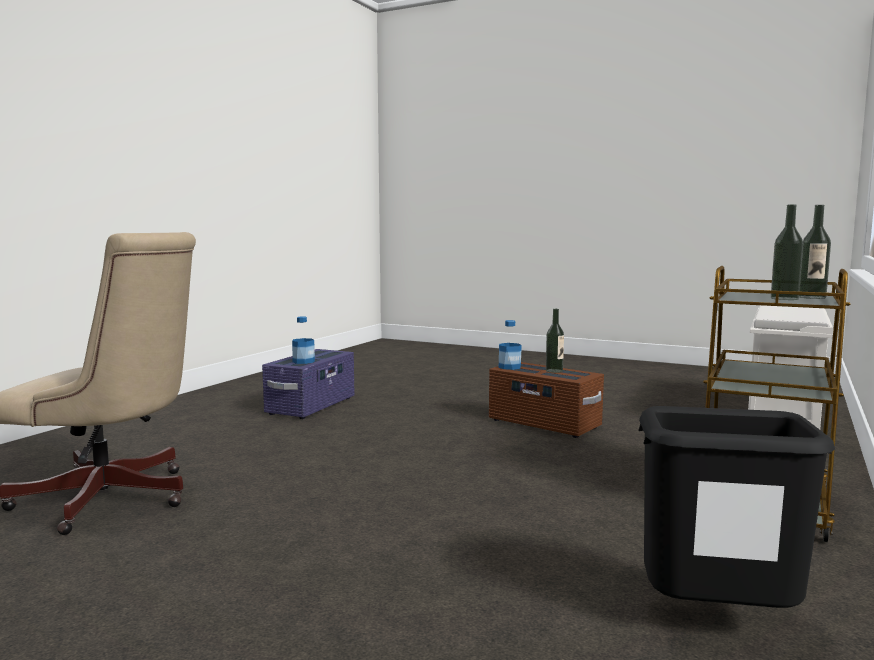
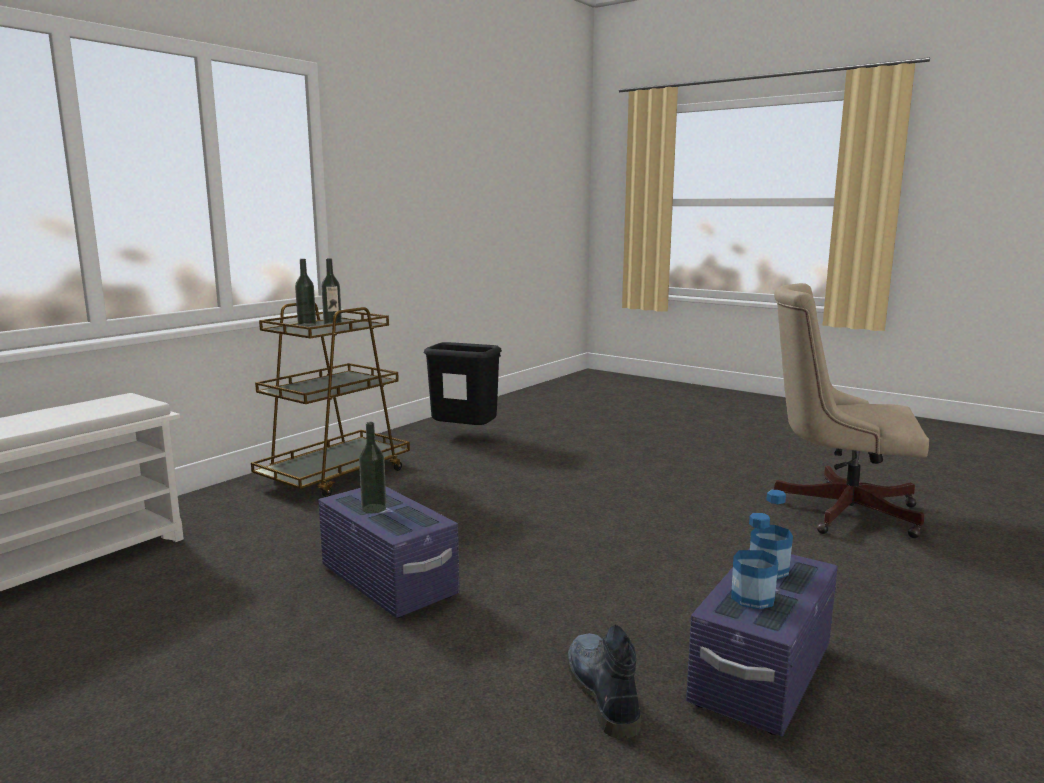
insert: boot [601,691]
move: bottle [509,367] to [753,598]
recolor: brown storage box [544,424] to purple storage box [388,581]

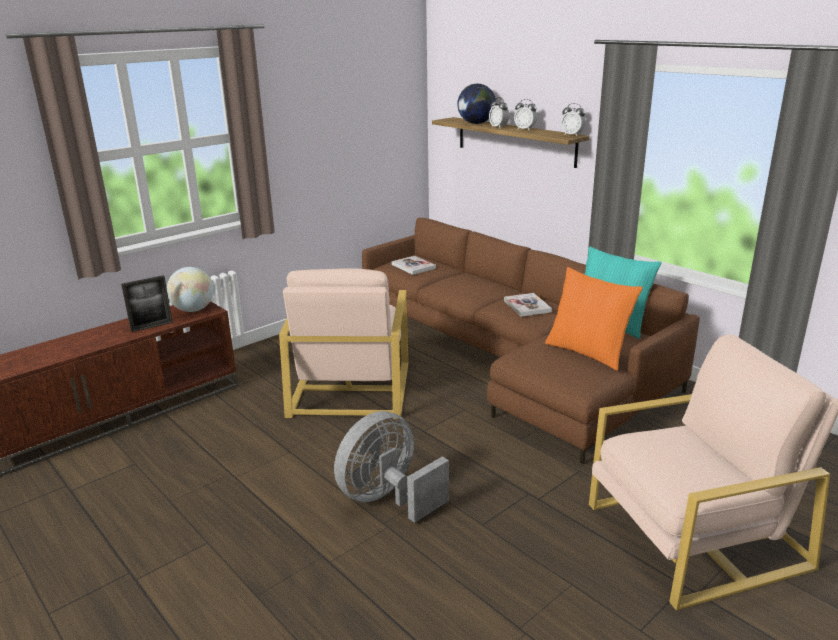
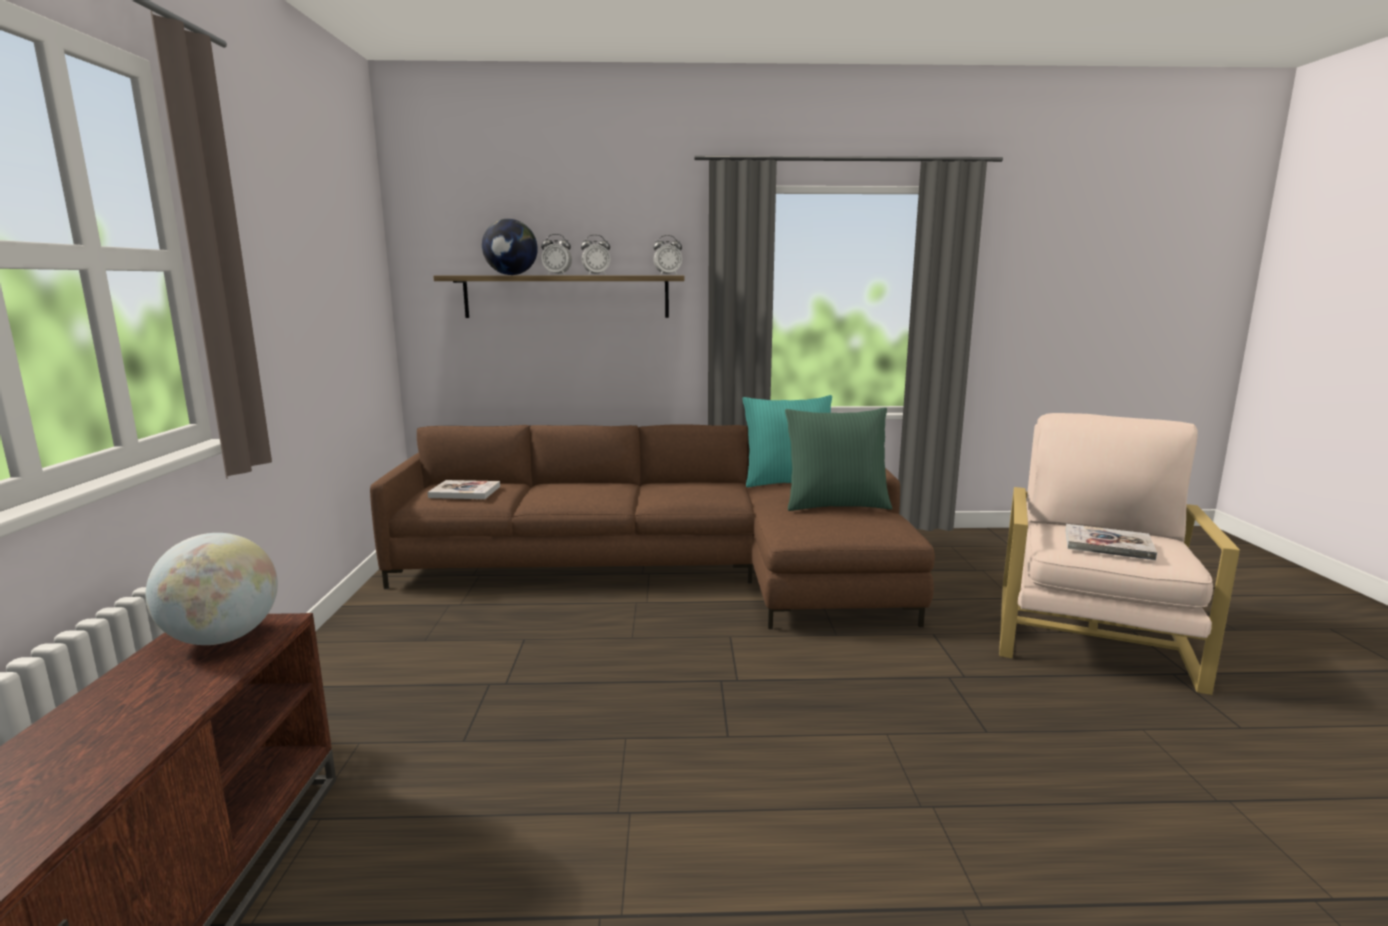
delete: picture frame [151,326]; beige armchair [350,387]; grey fan [388,499]
move: book [527,306] to [1108,544]
recolor: orange pillow [588,352] to green pillow [835,505]

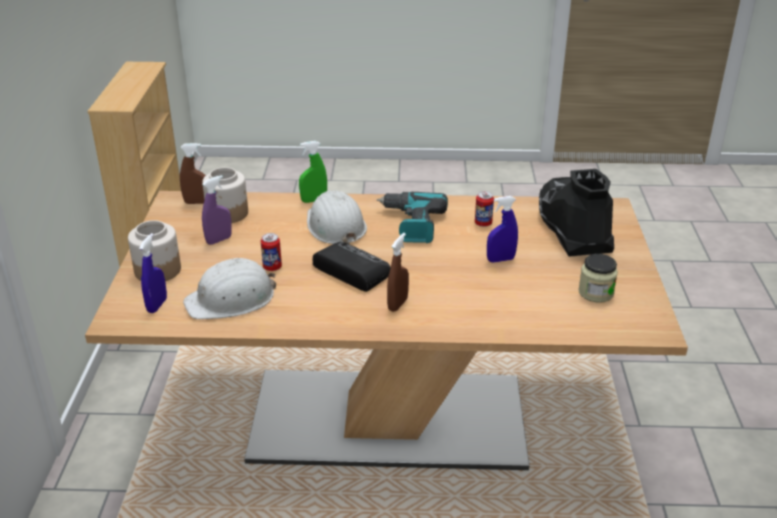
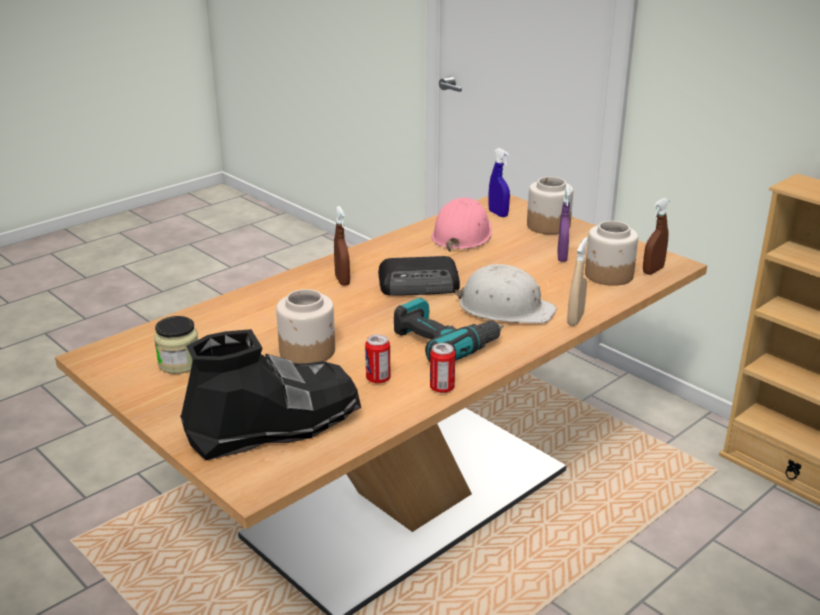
move: can [272,267] to [442,388]
replace: blue spray bottle [500,260] to jar [308,351]
recolor: white hard hat [231,299] to pink hard hat [462,234]; green spray bottle [314,200] to beige spray bottle [575,319]
rotate: black boot [572,227] = [274,424] 60 degrees counterclockwise

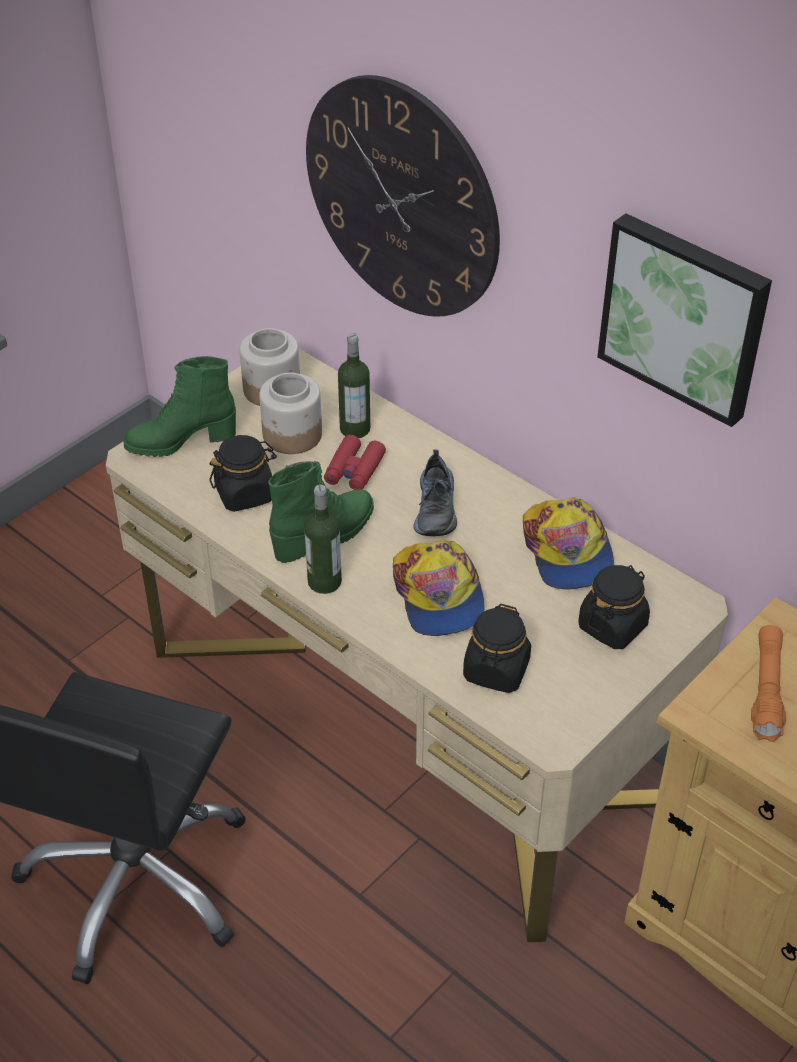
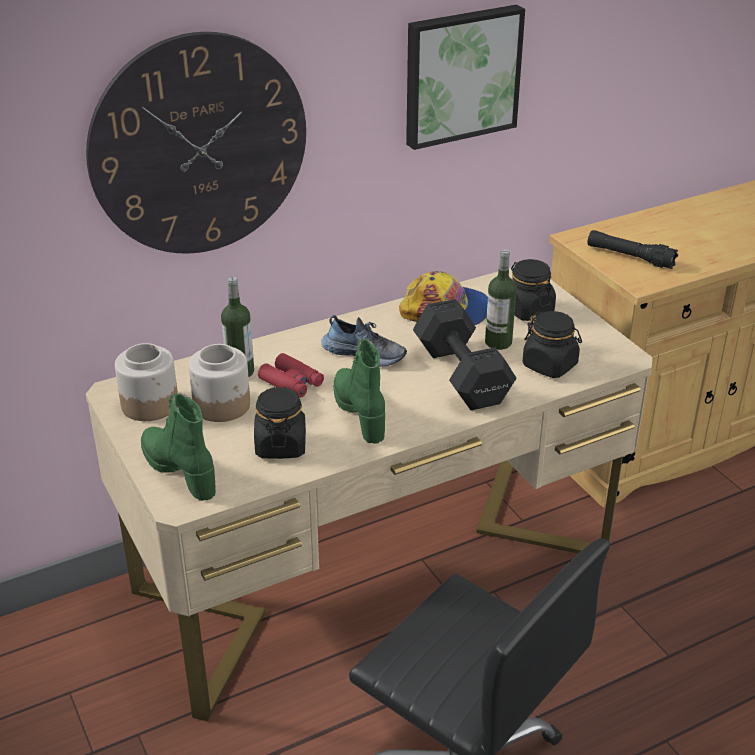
move: bottle [324,582] to [498,342]
replace: cap [438,596] to black dumbbell [461,373]
recolor: orange flashlight [766,690] to black flashlight [630,257]
rotate: green boot [181,441] = [180,470] 135 degrees clockwise

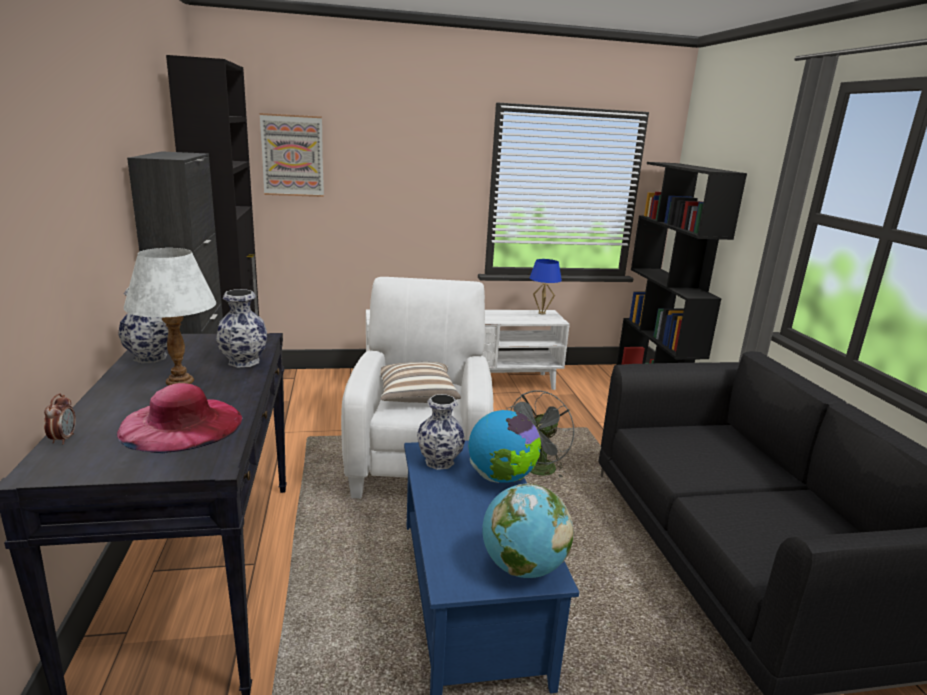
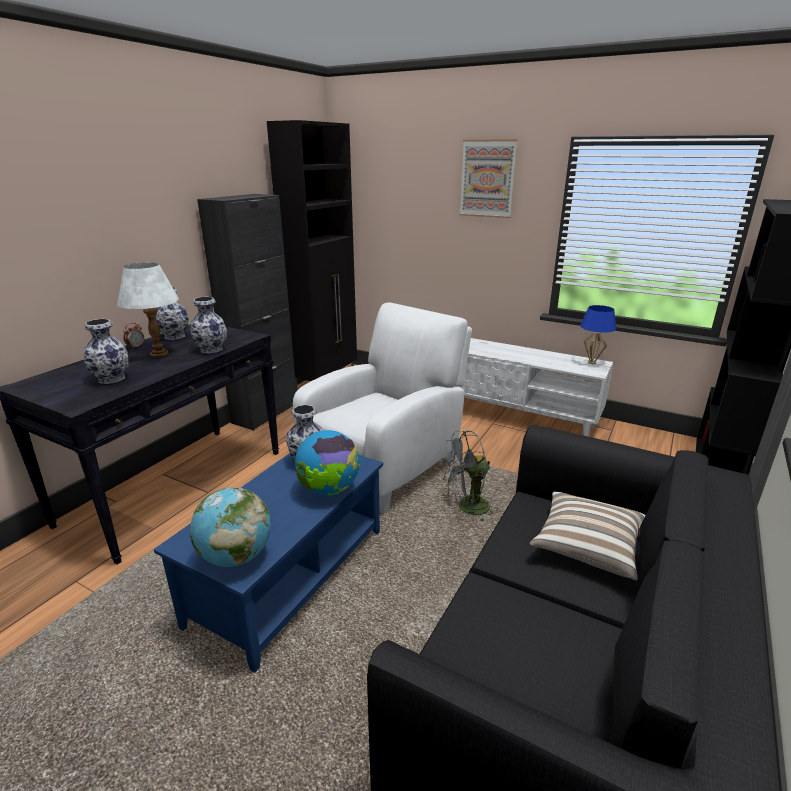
move: alarm clock [63,439] to [136,347]; picture [292,156] to [487,179]; pillow [416,397] to [587,547]
replace: pink hat [181,424] to vase [111,379]

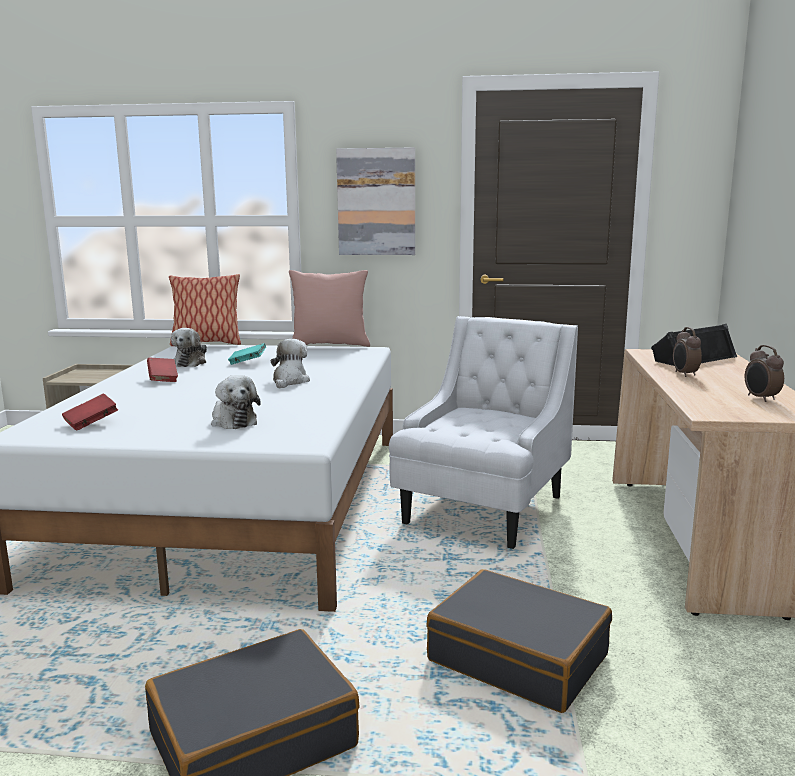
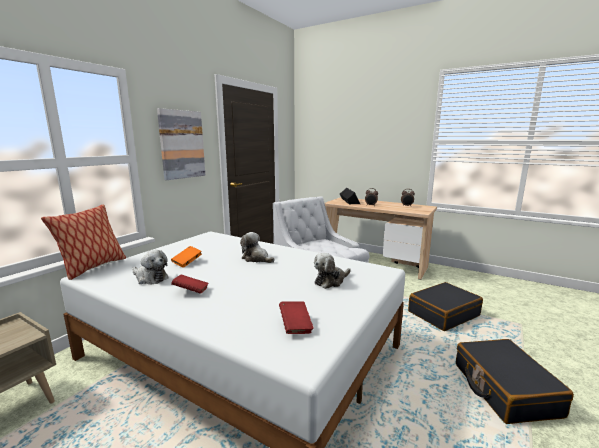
delete: pink pillow [330,345]
recolor: turquoise book [247,363] to orange book [187,262]
rotate: plush toy [233,421] = [330,281] 150 degrees clockwise

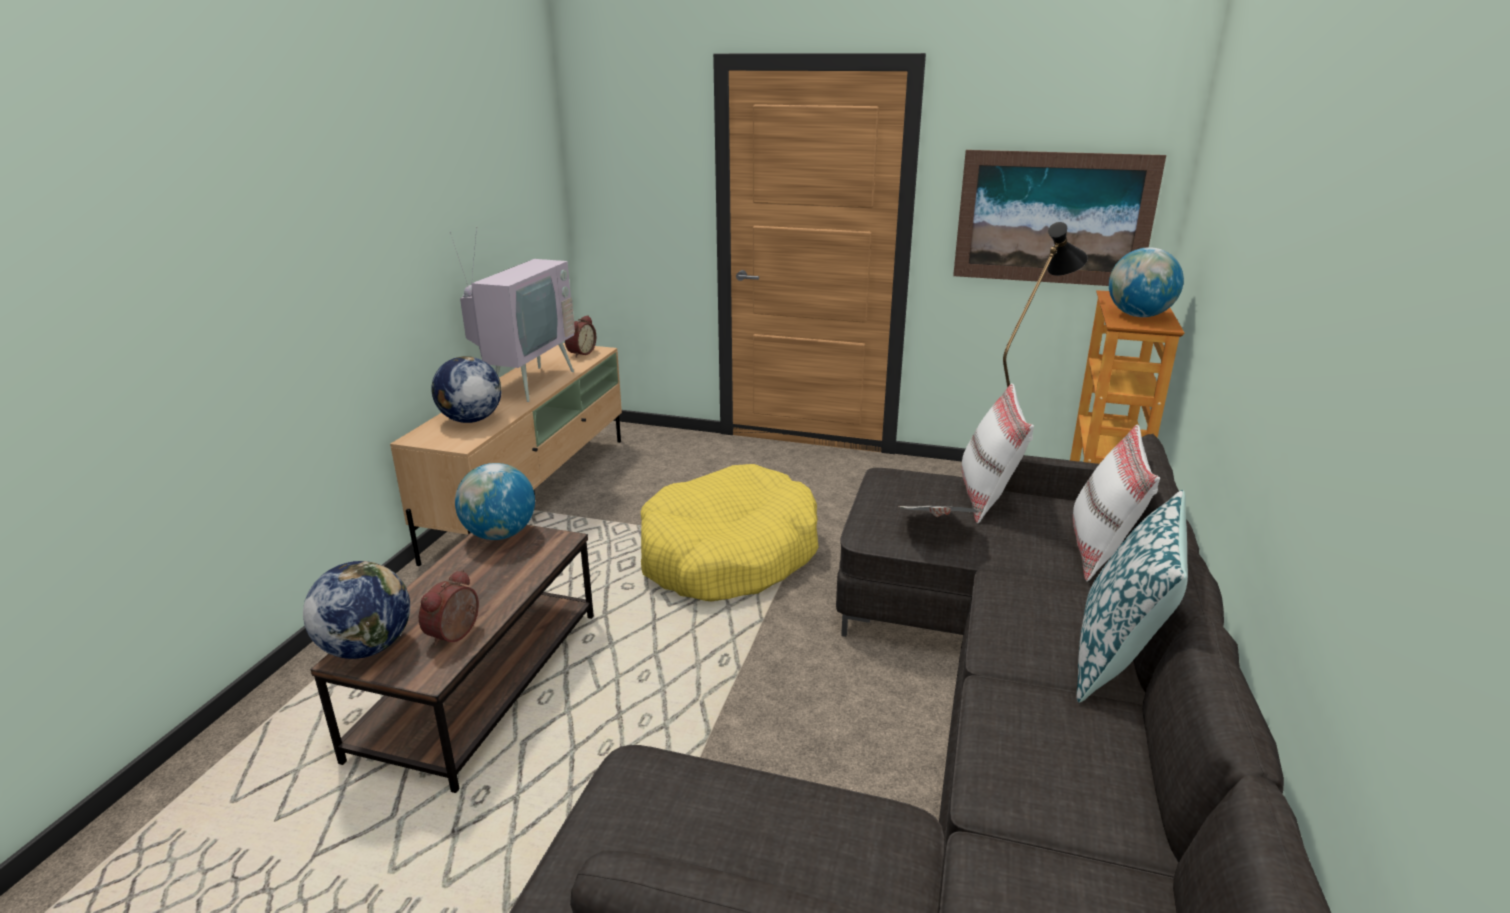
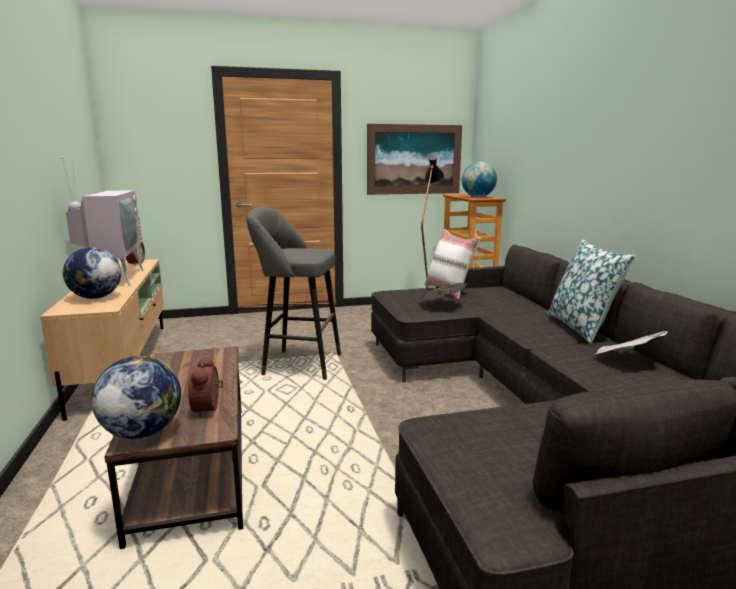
delete: globe [500,535]; white pillow [1101,551]
insert: newspaper [625,359]
replace: yellow dog bed [728,555] to grey stool [297,364]

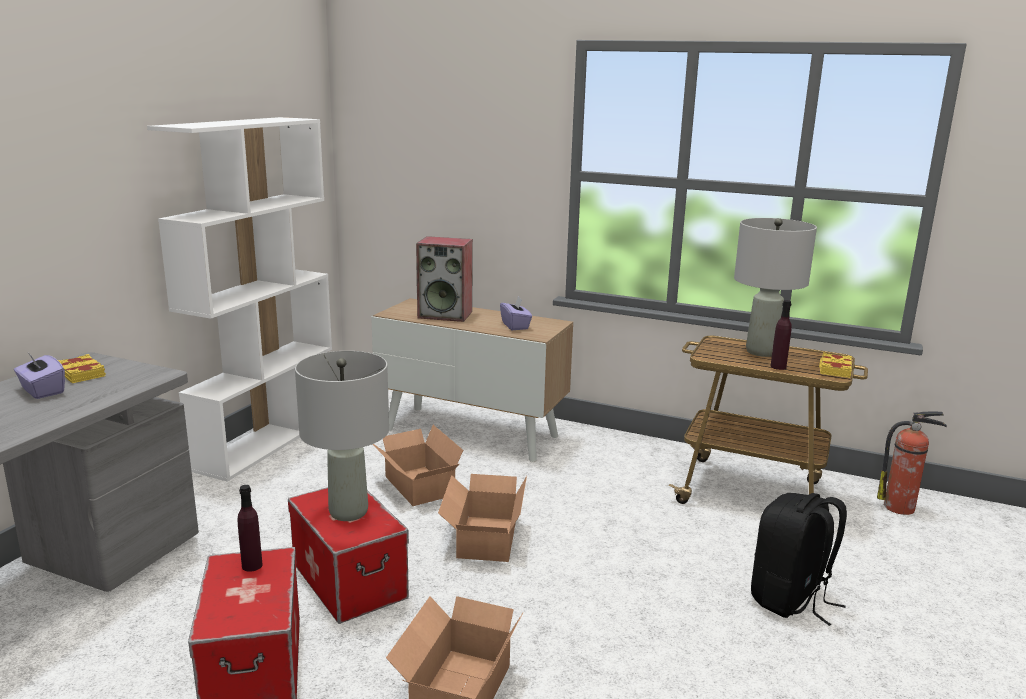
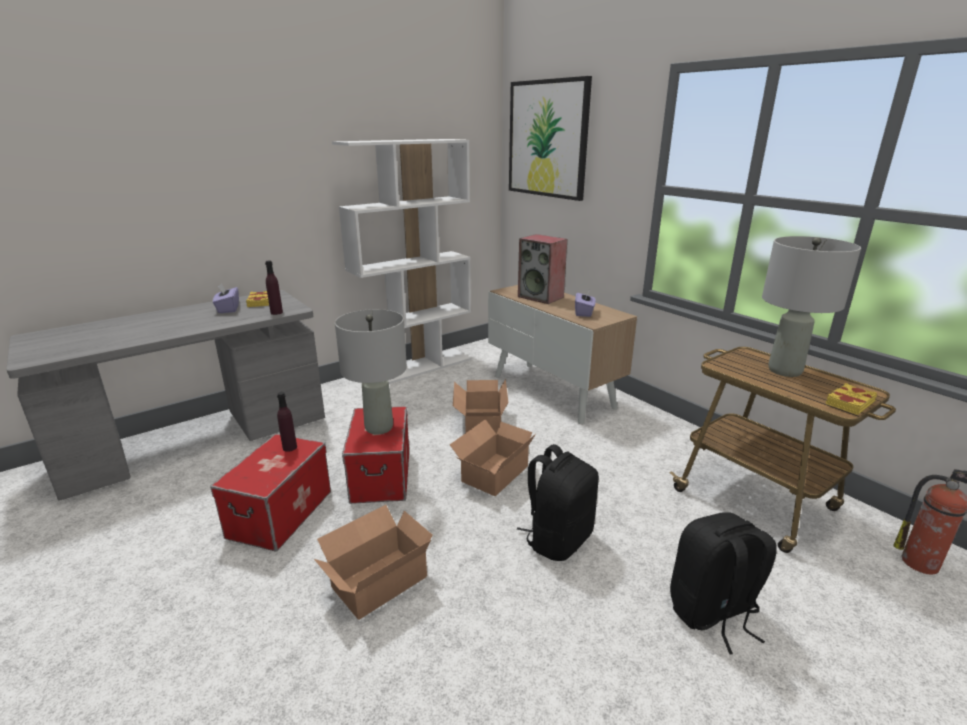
insert: picture [547,139]; black backpack [558,539]
move: purple bottle [778,367] to [276,312]

